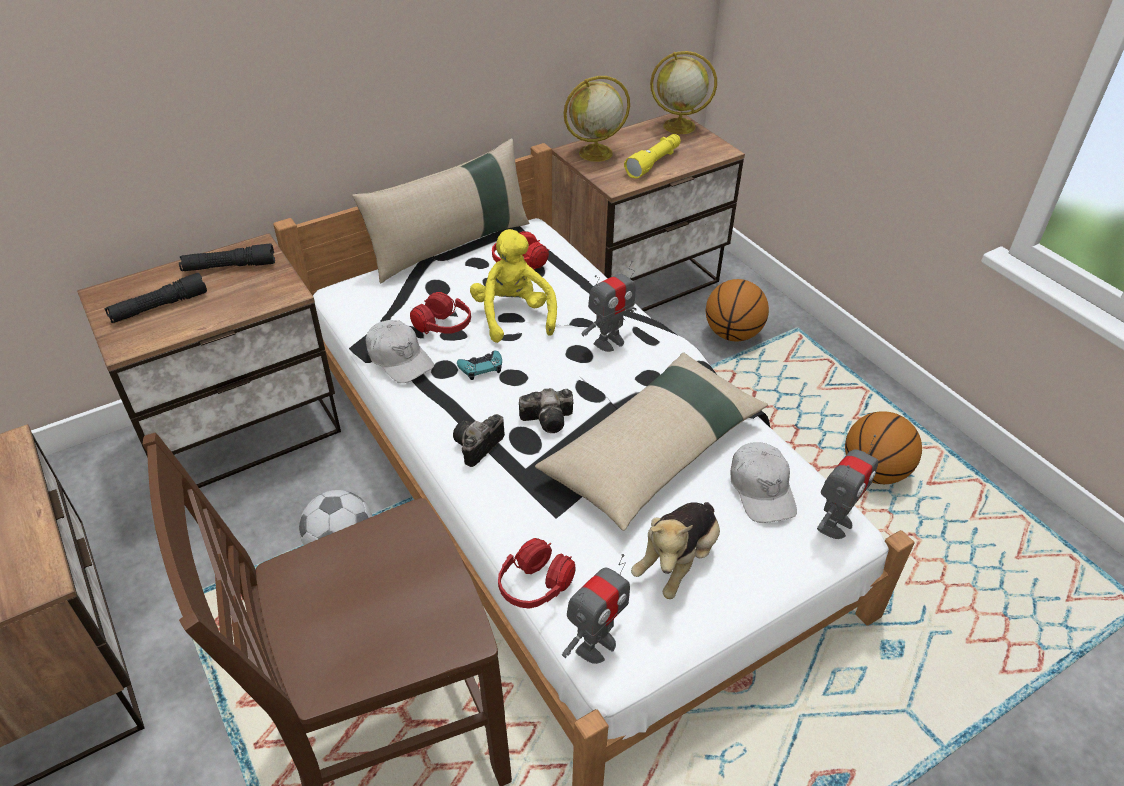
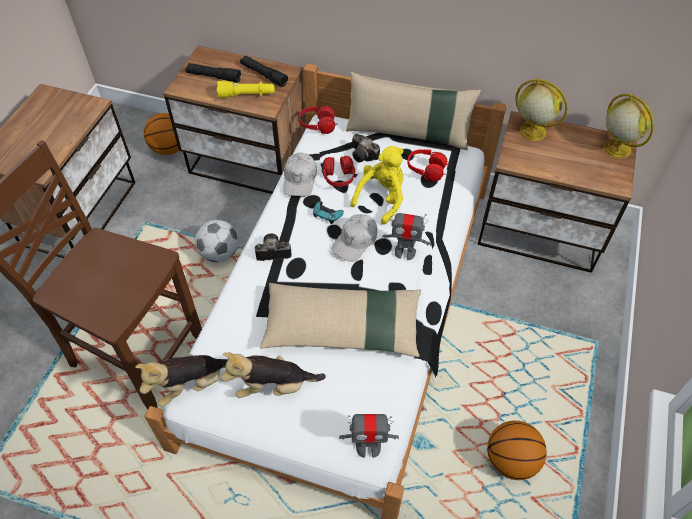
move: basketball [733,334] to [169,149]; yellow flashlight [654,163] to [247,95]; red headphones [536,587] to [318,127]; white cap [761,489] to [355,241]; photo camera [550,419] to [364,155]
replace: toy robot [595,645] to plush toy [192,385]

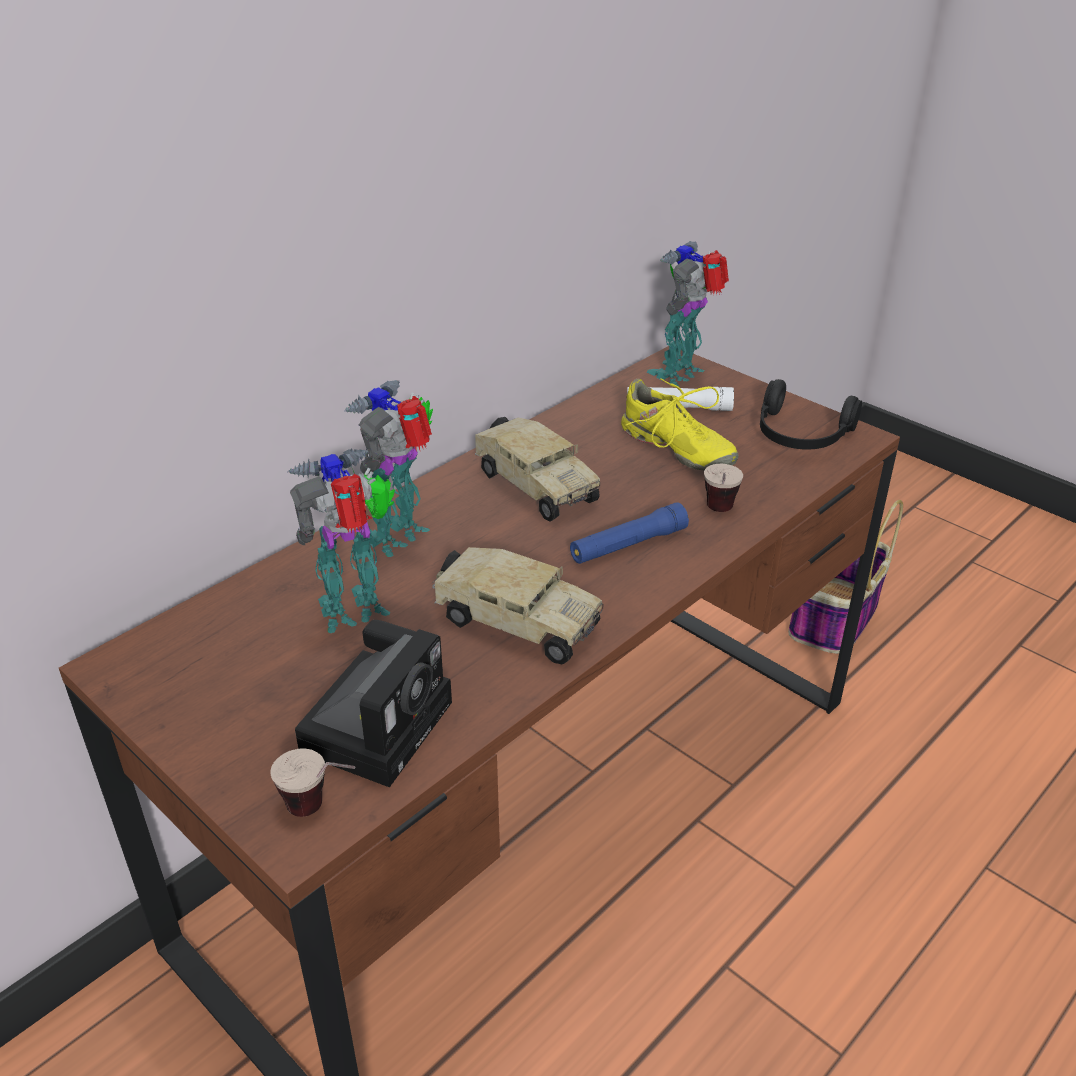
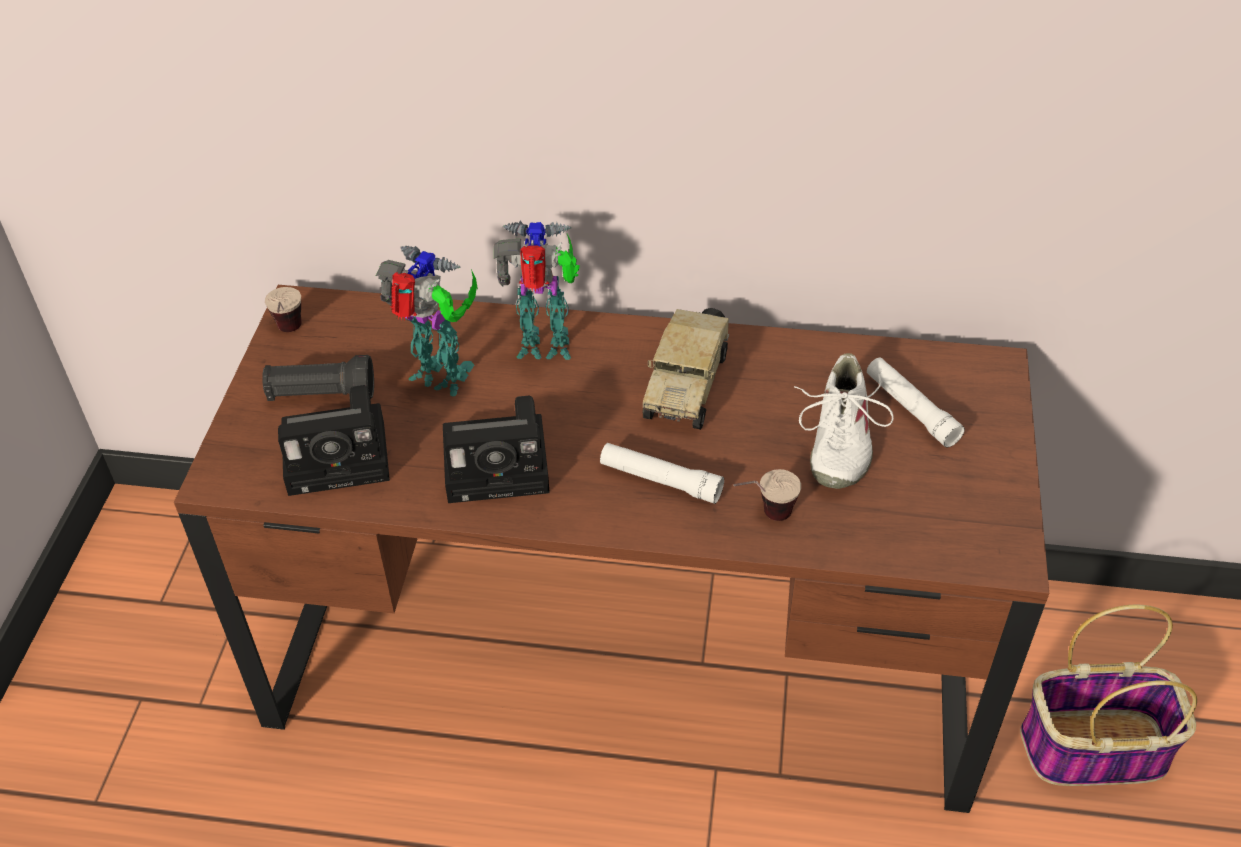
delete: toy robot [681,373]; black headphones [800,435]
insert: black flashlight [321,395]
move: cup [322,811] to [289,334]
replace: toy truck [513,622] to photo camera [502,465]
recolor: blue flashlight [628,545] to white flashlight [660,480]; yellow shoe [675,448] to white shoe [838,440]

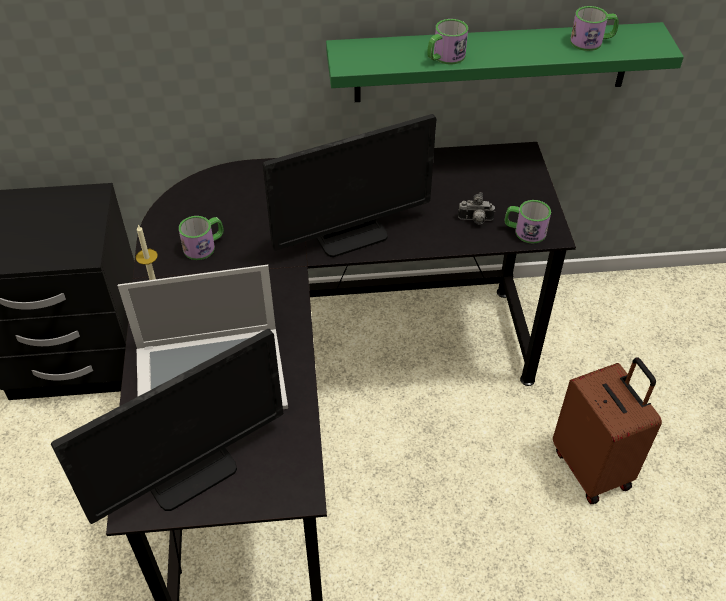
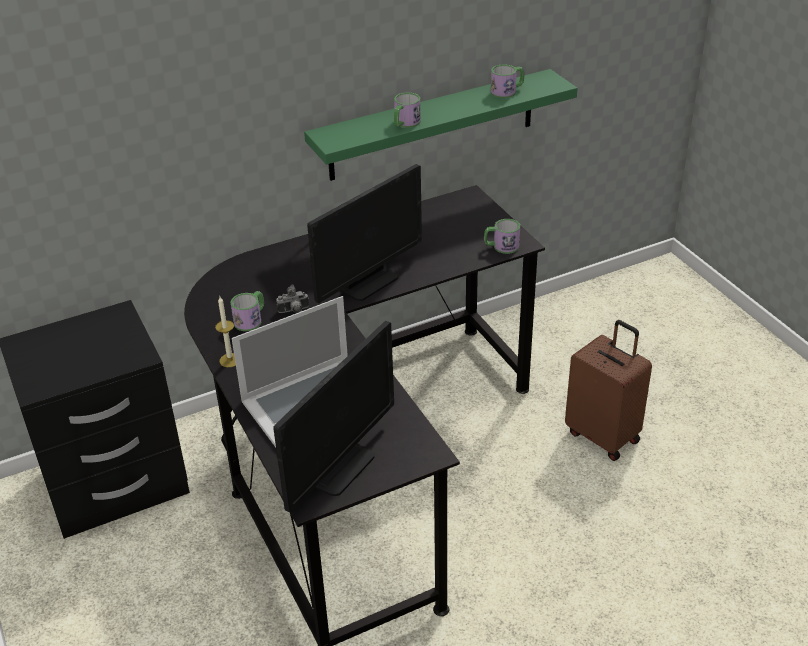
move: photo camera [475,220] to [294,311]

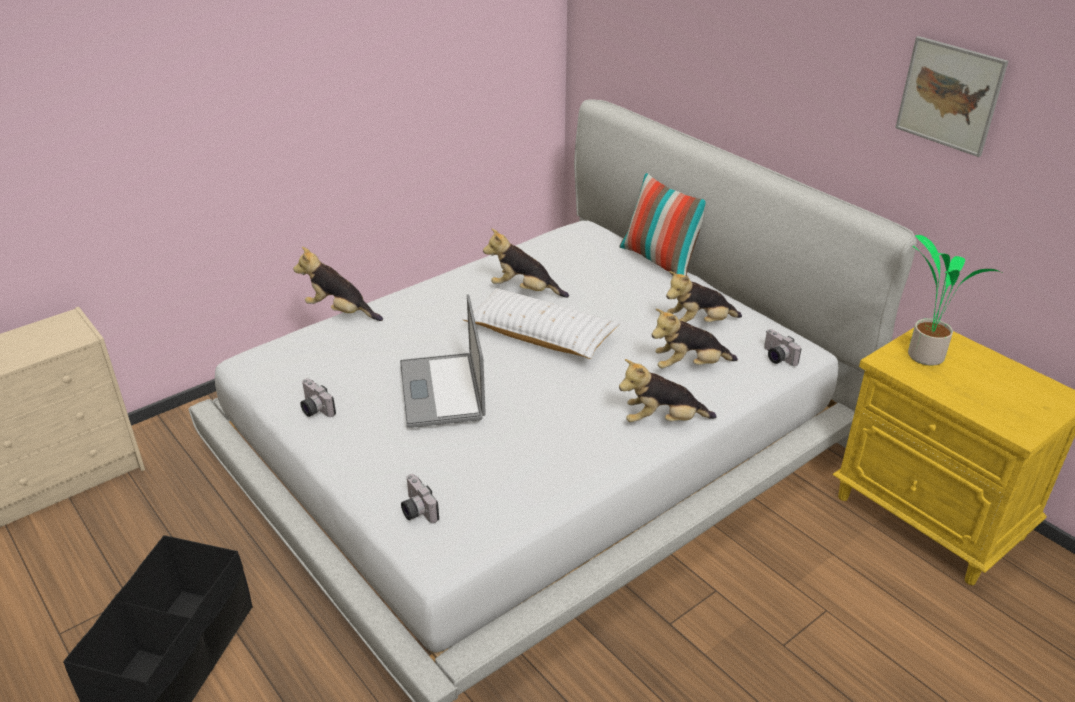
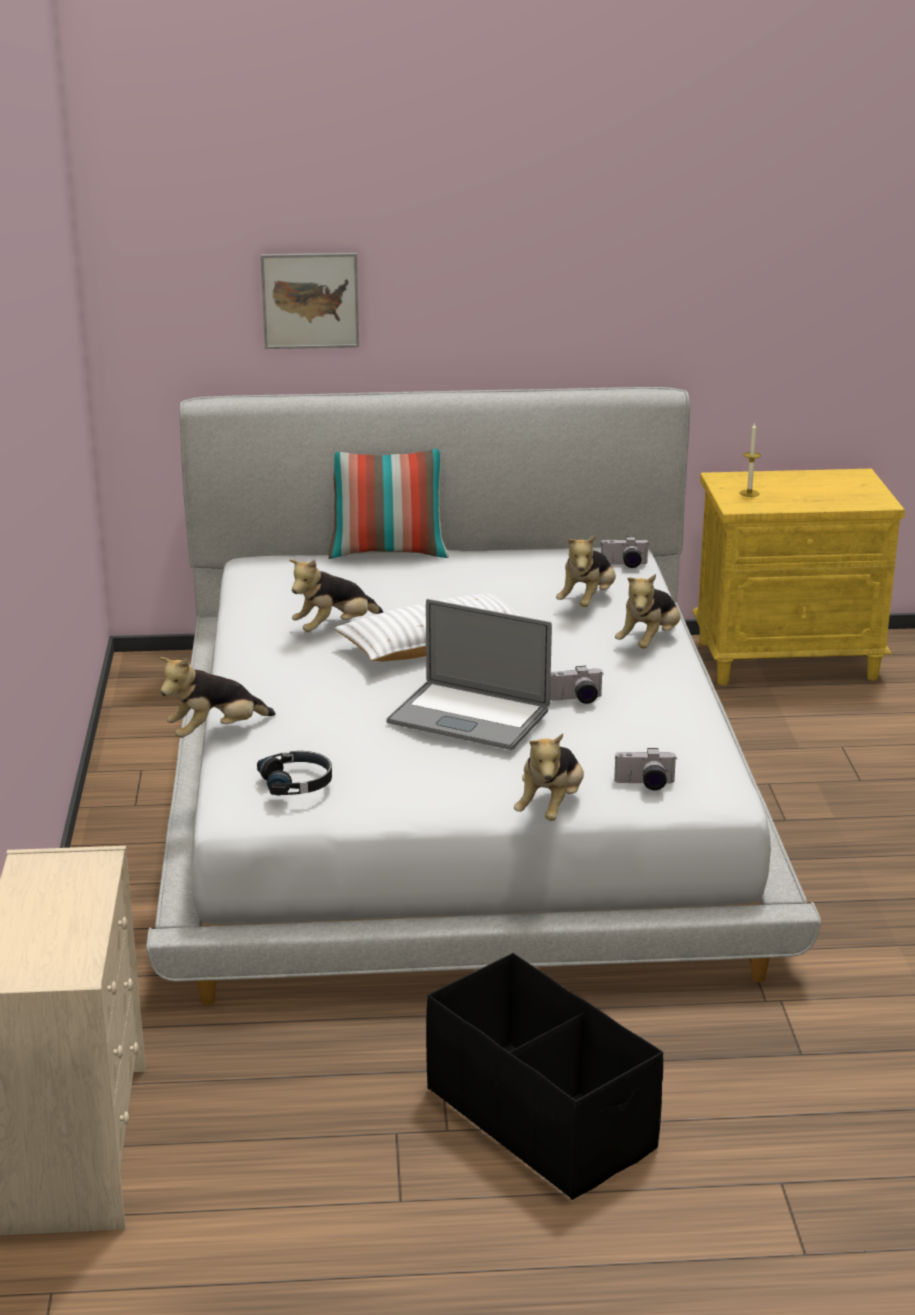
insert: black headphones [297,782]
move: picture [949,95] to [310,300]; plush toy [699,324] to [551,807]; photo camera [314,409] to [576,700]
replace: potted plant [922,356] to candle [749,493]

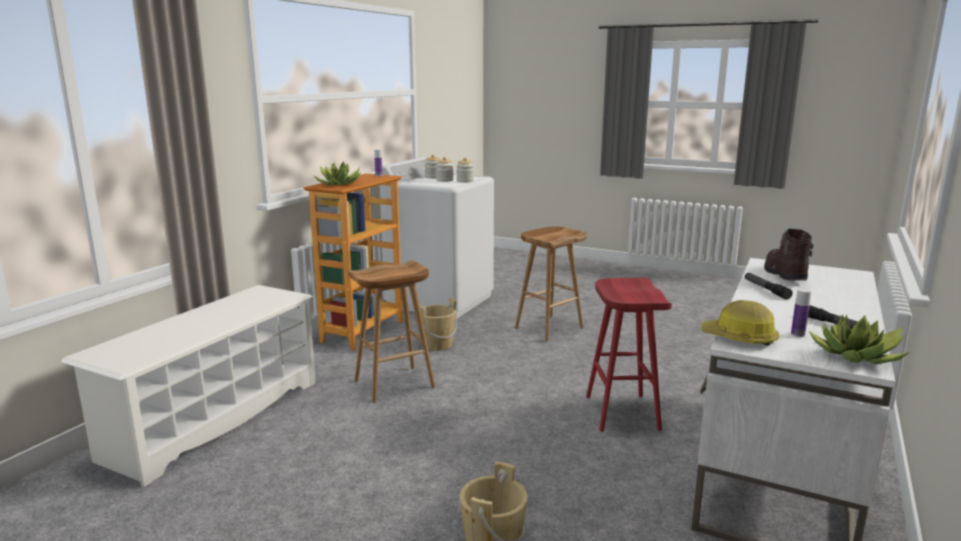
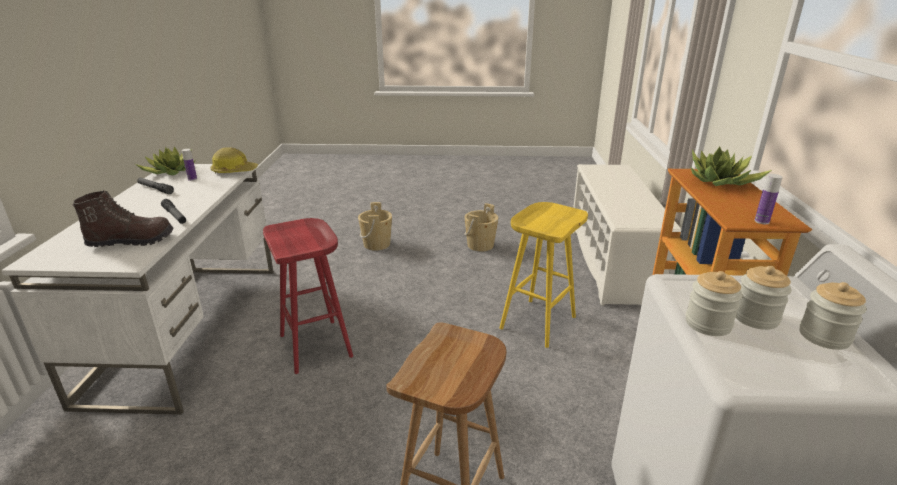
move: beige bucket [437,344] to [480,245]
recolor: brown stool [393,384] to yellow stool [537,321]
rotate: brown boot [784,275] = [132,241] 90 degrees counterclockwise

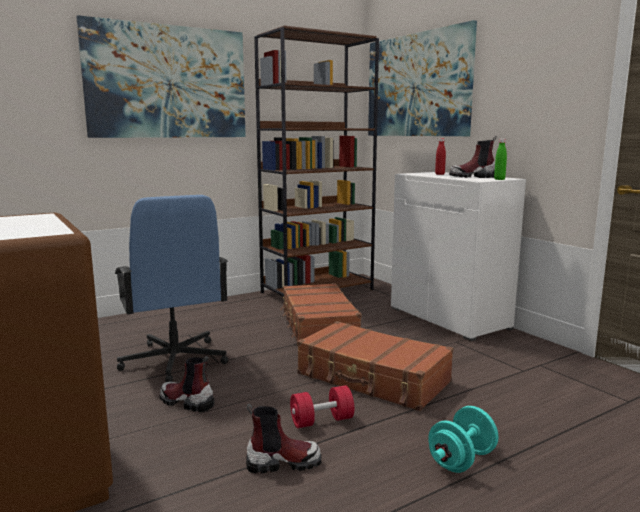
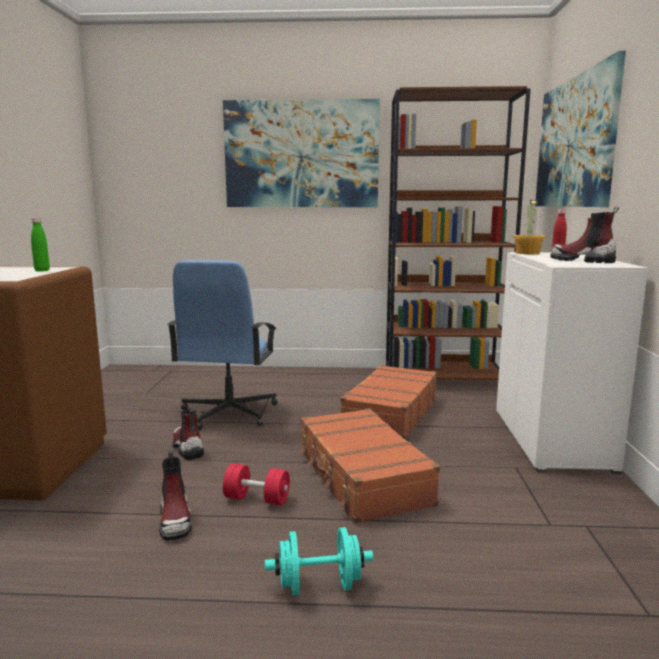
insert: potted plant [527,253]
move: green bottle [499,179] to [42,270]
rotate: boot [283,463] = [175,521] 45 degrees clockwise

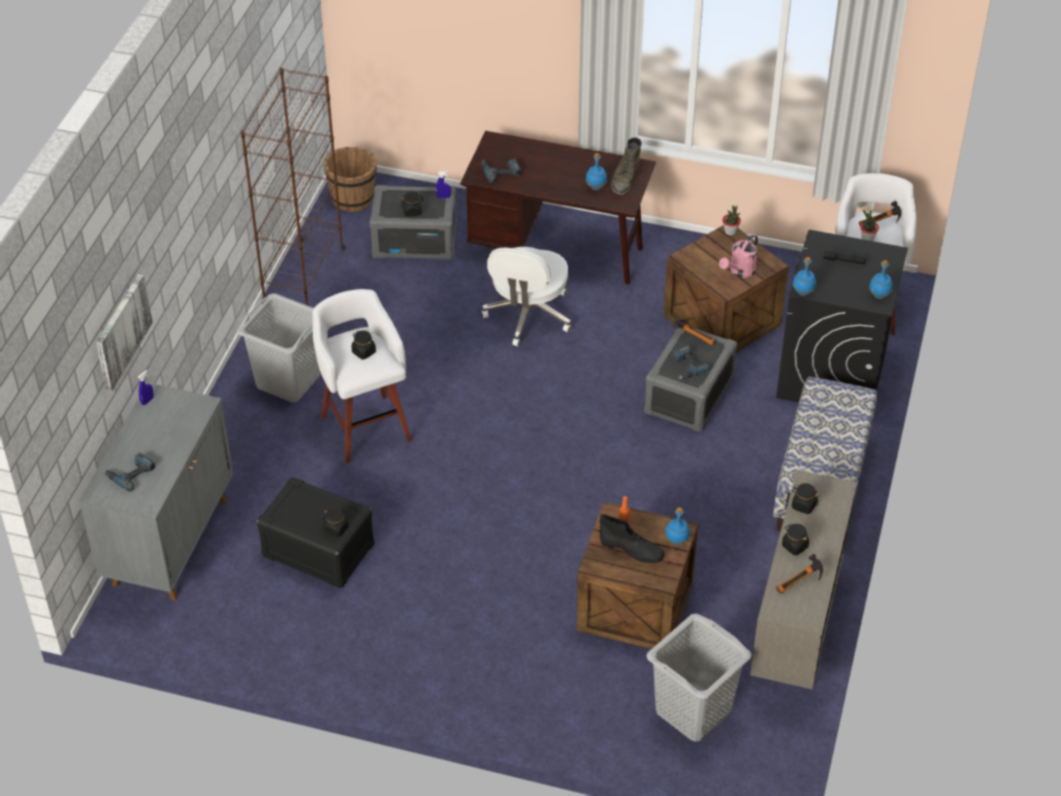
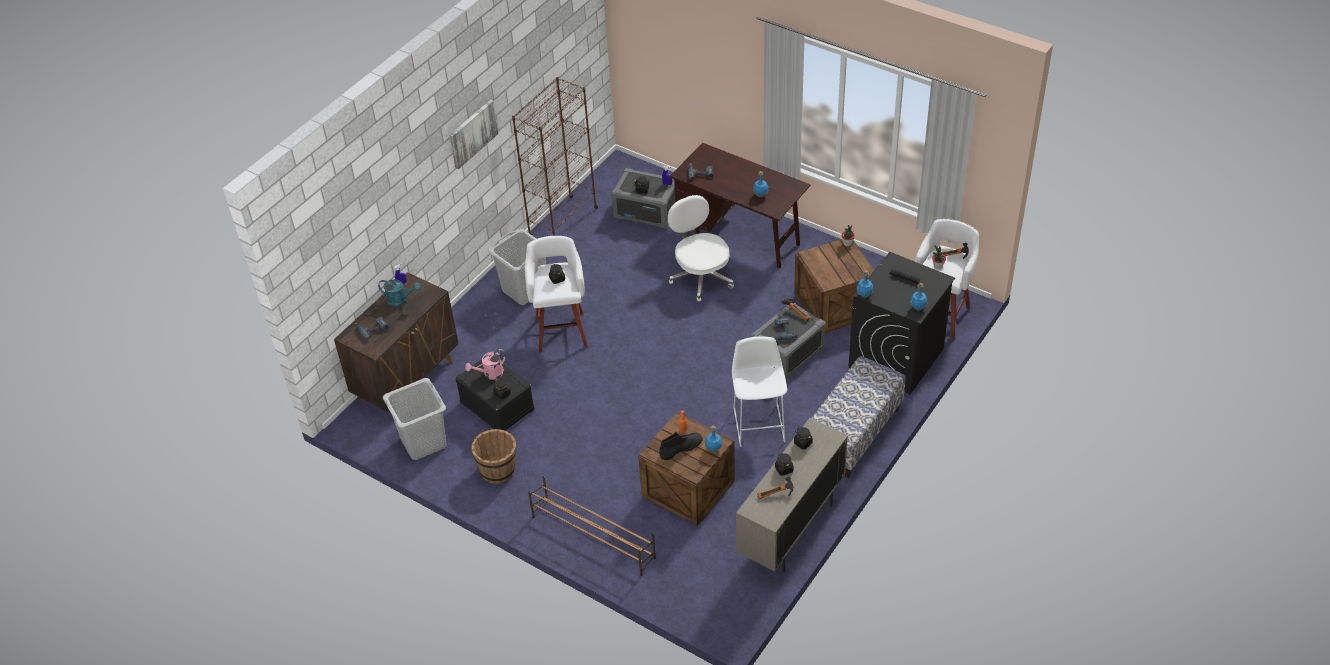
delete: green boot [625,178]
insert: turquoise watering can [400,300]; brown shoe rack [592,536]; white stool [759,422]
move: grey laundry basket [692,711] to [423,442]; picture [122,331] to [472,133]; pink watering can [739,272] to [490,374]; brown bucket [353,198] to [498,470]
recolor: grey cabinet [171,541] to brown cabinet [408,380]
rotate: black boot [632,549] = [681,448] 75 degrees counterclockwise; white office chair [528,316] = [701,277] 120 degrees clockwise

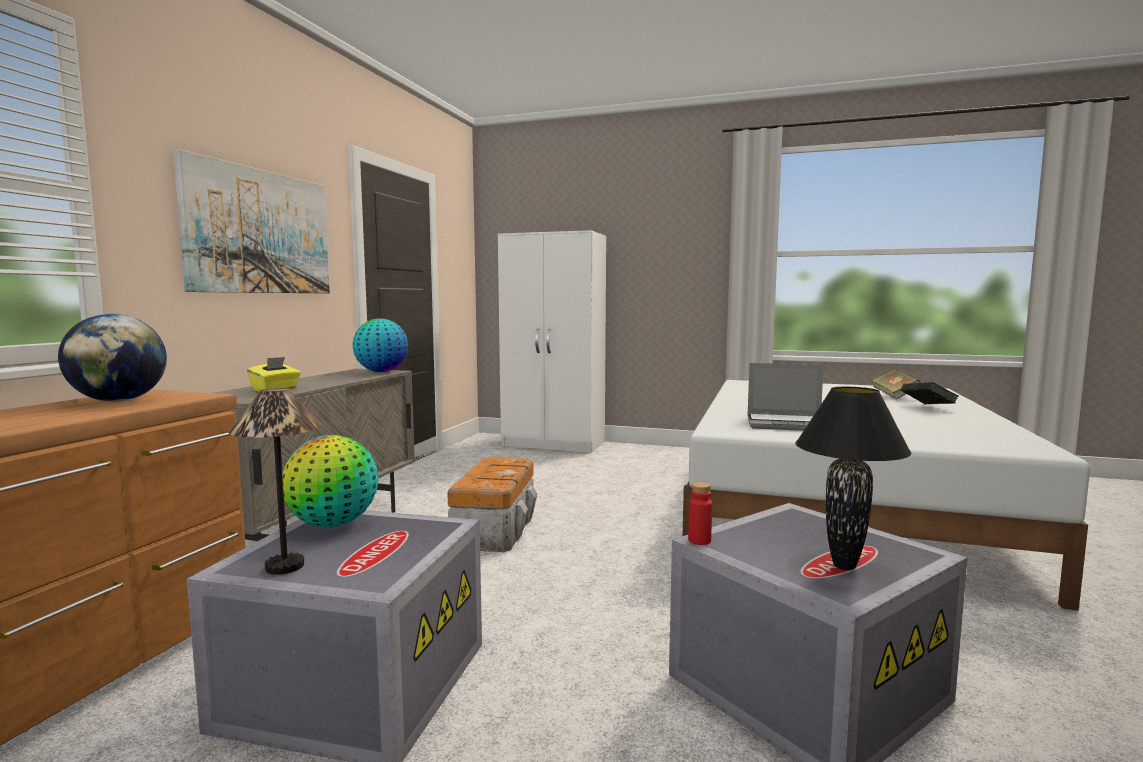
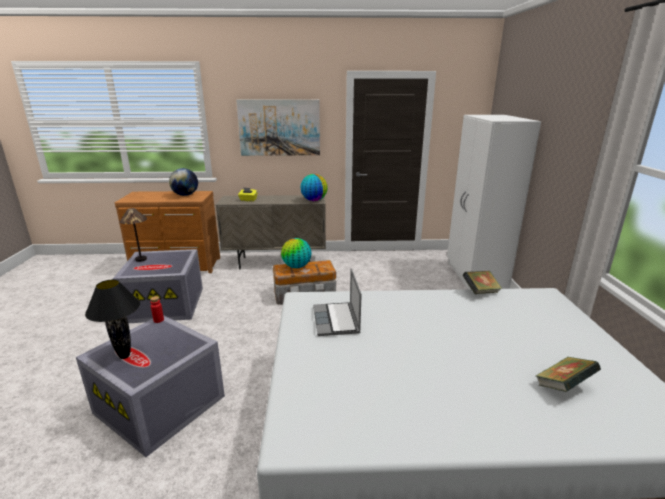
move: globe [333,524] to [296,267]; book [927,407] to [480,292]

